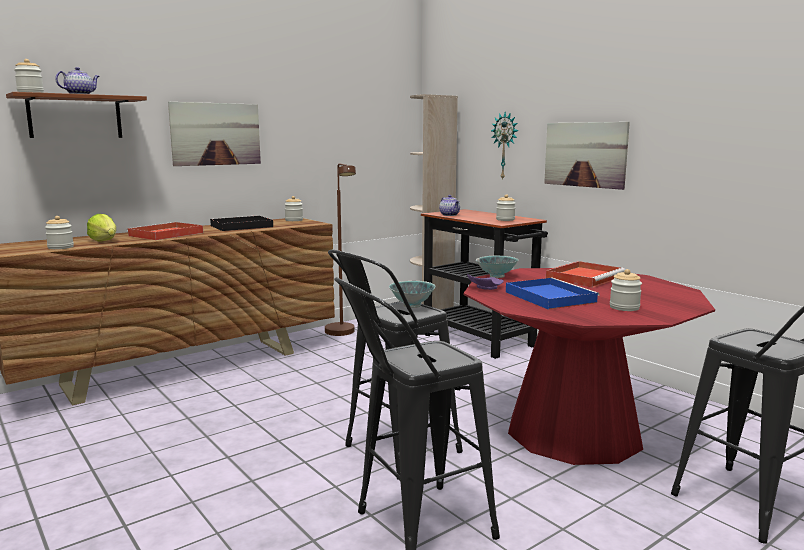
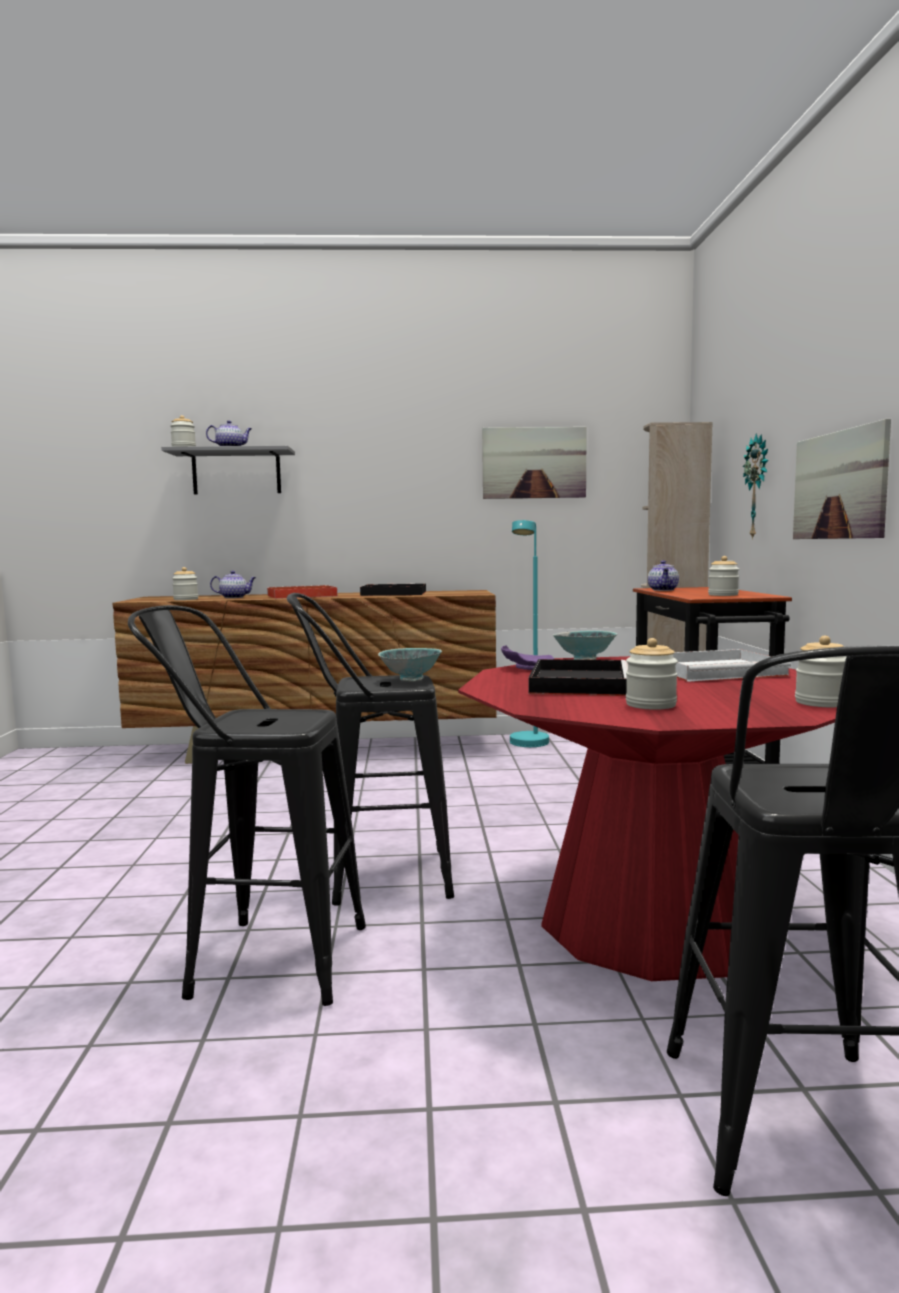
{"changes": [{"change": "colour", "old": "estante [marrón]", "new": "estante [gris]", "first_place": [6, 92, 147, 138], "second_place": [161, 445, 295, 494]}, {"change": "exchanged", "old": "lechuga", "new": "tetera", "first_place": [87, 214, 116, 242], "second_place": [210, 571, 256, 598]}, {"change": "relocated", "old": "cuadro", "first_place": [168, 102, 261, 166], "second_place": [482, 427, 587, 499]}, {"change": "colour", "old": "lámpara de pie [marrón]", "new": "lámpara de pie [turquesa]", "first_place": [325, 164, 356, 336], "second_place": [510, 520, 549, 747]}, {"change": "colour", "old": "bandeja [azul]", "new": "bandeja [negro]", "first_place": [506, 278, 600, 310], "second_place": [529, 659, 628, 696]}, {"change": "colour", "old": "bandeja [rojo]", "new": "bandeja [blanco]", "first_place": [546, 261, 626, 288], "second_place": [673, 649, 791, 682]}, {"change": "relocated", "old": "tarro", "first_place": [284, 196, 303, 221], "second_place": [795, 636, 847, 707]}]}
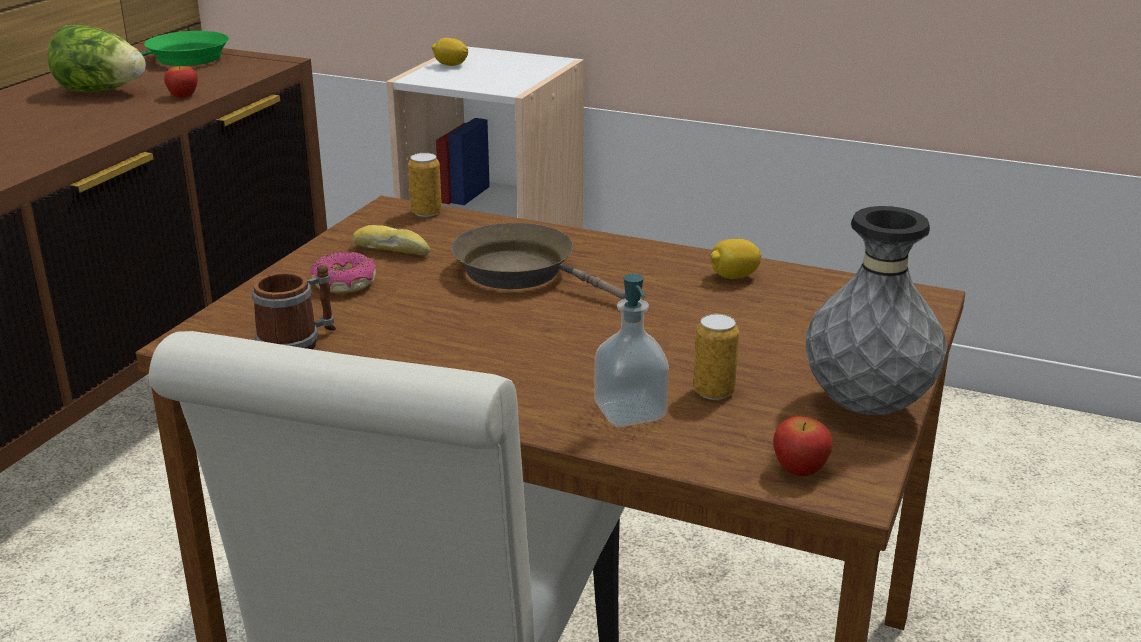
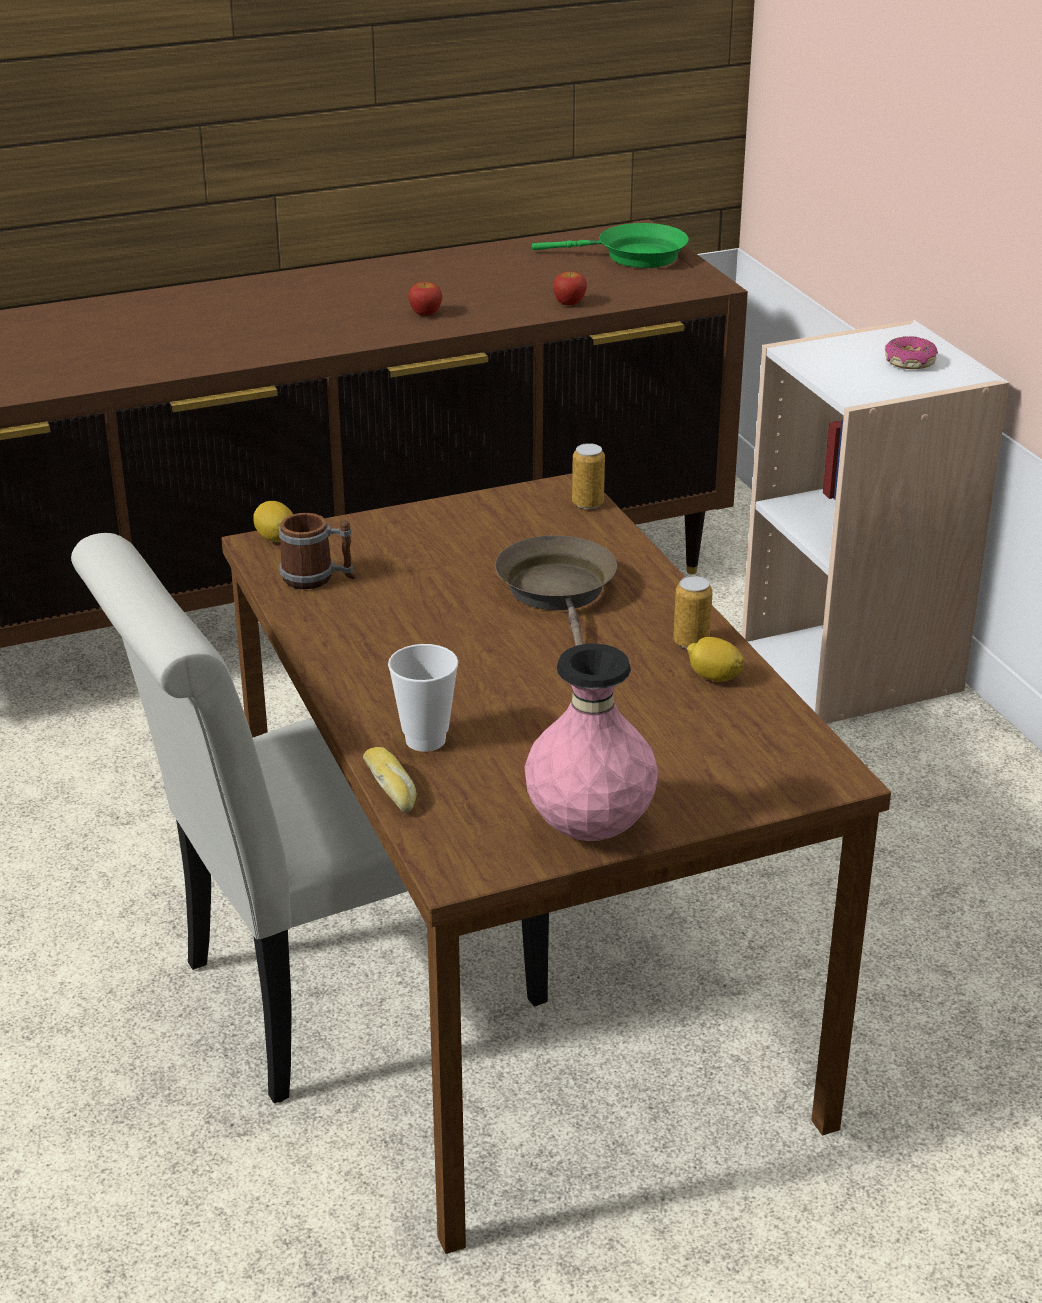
{"changes": [{"change": "relocated", "old": "limón", "first_place": [431, 38, 468, 66], "second_place": [253, 501, 293, 542]}, {"change": "relocated", "old": "pan", "first_place": [353, 225, 430, 256], "second_place": [363, 747, 416, 814]}, {"change": "exchanged", "old": "dispensador de jabón", "new": "taza", "first_place": [594, 274, 669, 427], "second_place": [388, 644, 458, 752]}, {"change": "relocated", "old": "manzana", "first_place": [773, 416, 833, 477], "second_place": [408, 282, 442, 316]}, {"change": "colour", "old": "florero [gris]", "new": "florero [rosa]", "first_place": [806, 206, 947, 415], "second_place": [525, 643, 658, 841]}, {"change": "relocated", "old": "lata", "first_place": [693, 314, 739, 400], "second_place": [673, 576, 713, 649]}, {"change": "relocated", "old": "rosquilla", "first_place": [309, 252, 376, 293], "second_place": [885, 336, 938, 369]}, {"change": "missing", "old": "lechuga", "first_place": [47, 25, 146, 92]}]}
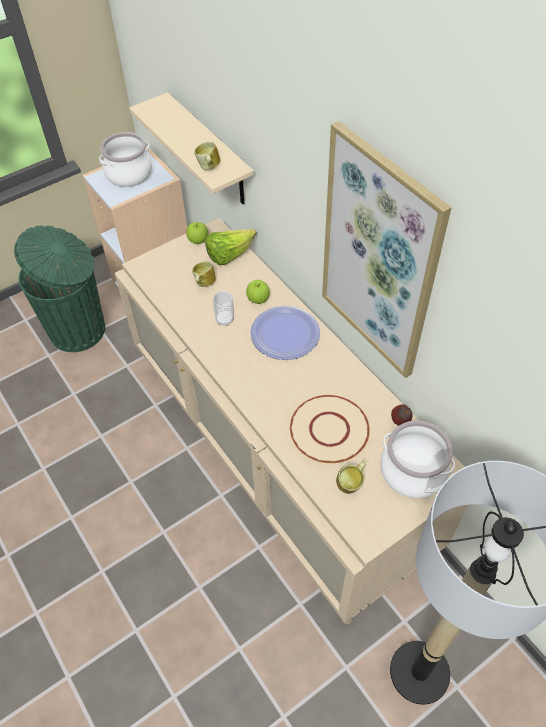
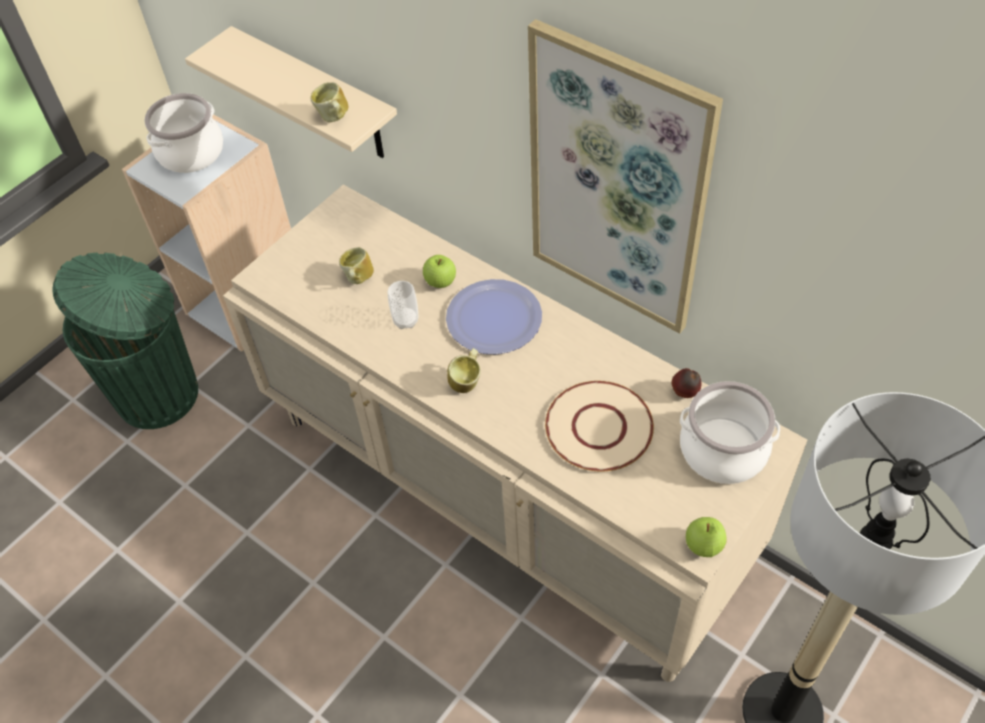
{"changes": [{"change": "relocated", "old": "taza grande", "first_place": [336, 461, 366, 494], "second_place": [447, 348, 481, 393]}, {"change": "relocated", "old": "manzana", "first_place": [186, 222, 208, 244], "second_place": [686, 517, 727, 557]}, {"change": "missing", "old": "lechuga", "first_place": [206, 229, 256, 266]}]}
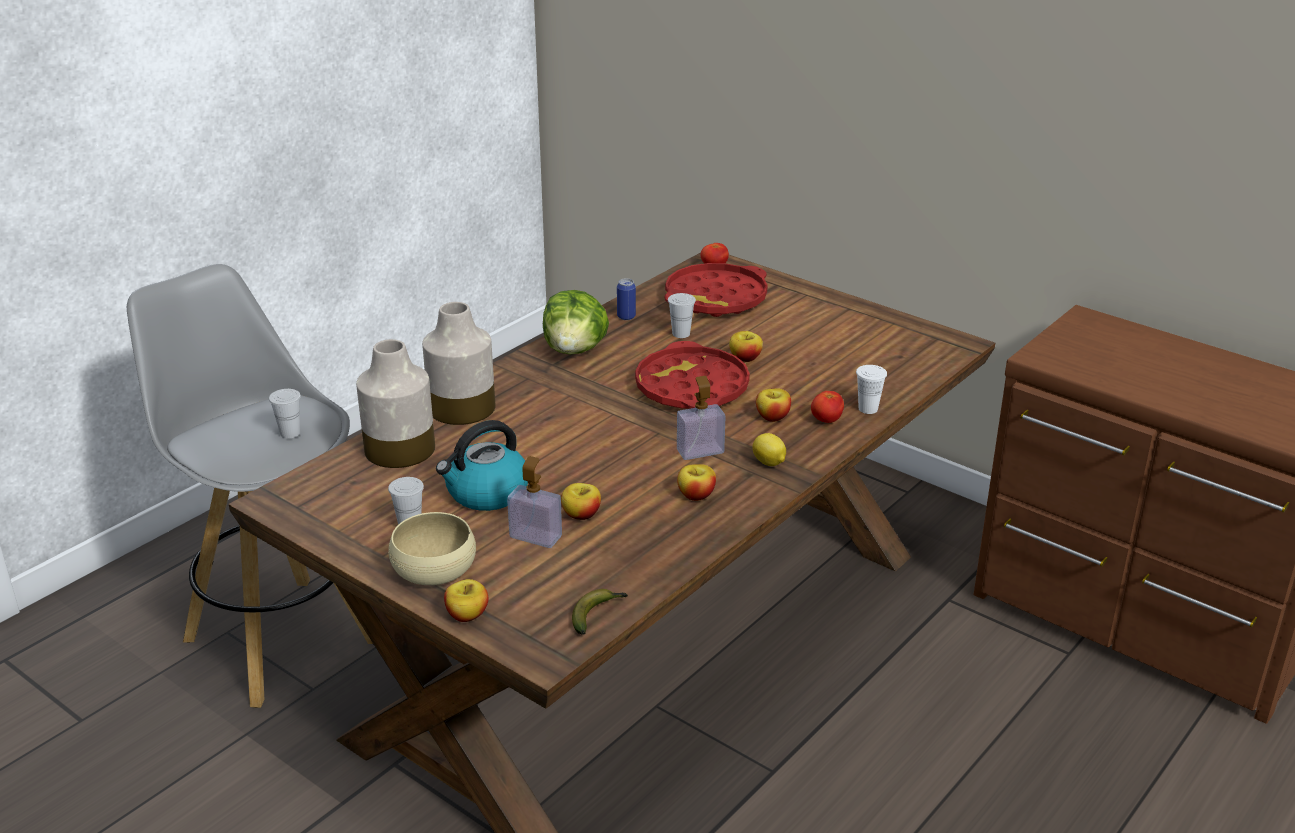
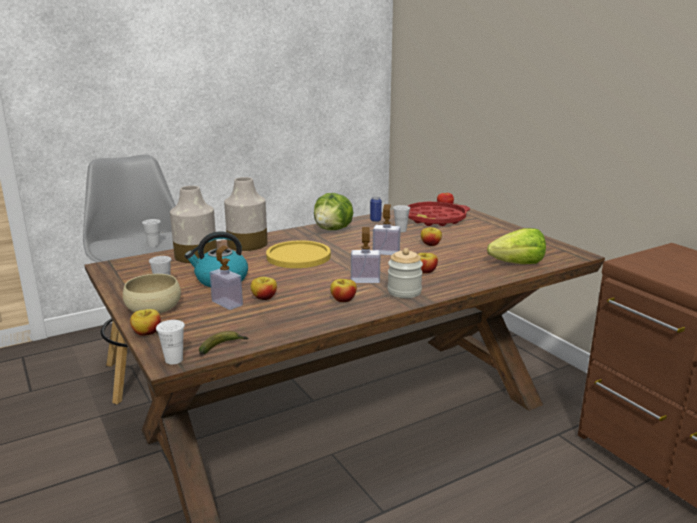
{"changes": [{"change": "relocated", "old": "taza [blanco]", "first_place": [856, 365, 887, 414], "second_place": [156, 320, 185, 364]}, {"change": "appeared", "new": "plato [amarillo]", "second_place": [266, 240, 331, 268]}, {"change": "exchanged", "old": "bandeja [rojo]", "new": "dispensador de jabón", "first_place": [635, 341, 750, 409], "second_place": [373, 204, 401, 255]}, {"change": "exchanged", "old": "limón", "new": "tarro", "first_place": [753, 433, 786, 466], "second_place": [388, 248, 423, 298]}, {"change": "appeared", "new": "lechuga", "second_place": [487, 228, 546, 264]}, {"change": "missing", "old": "tomate", "first_place": [811, 391, 844, 423]}]}
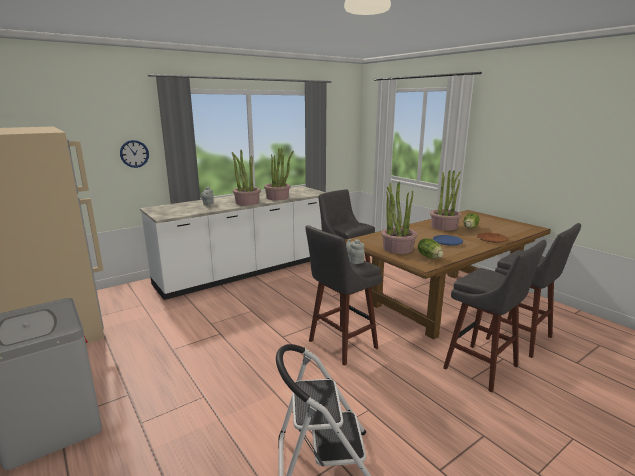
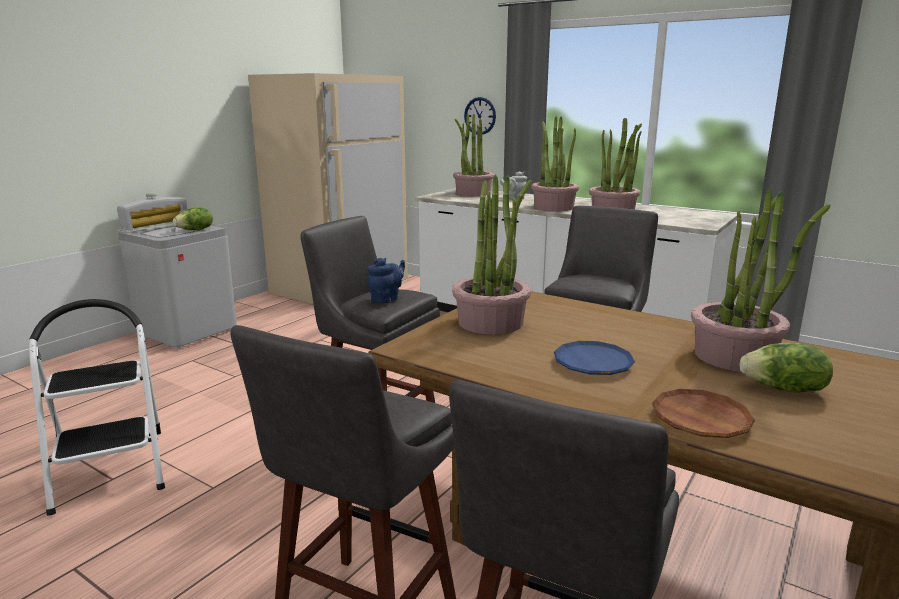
{"changes": [{"change": "relocated", "old": "lechuga", "first_place": [418, 239, 443, 258], "second_place": [173, 207, 213, 230]}, {"change": "colour", "old": "tetera [gris]", "new": "tetera [azul]", "first_place": [346, 239, 365, 264], "second_place": [368, 258, 405, 304]}, {"change": "appeared", "new": "planta en maceta", "second_place": [453, 114, 494, 196]}]}
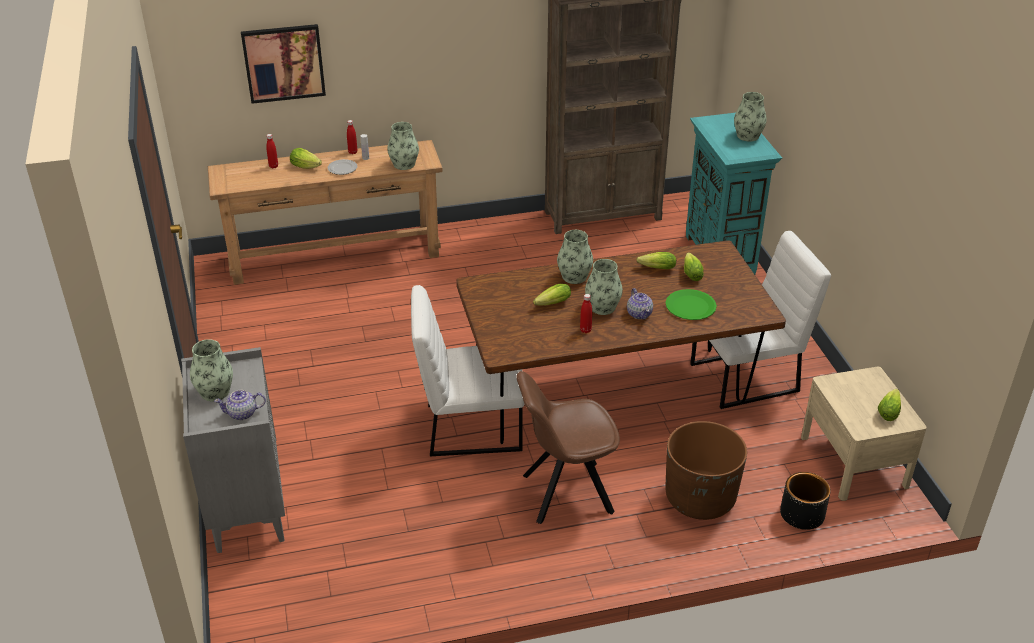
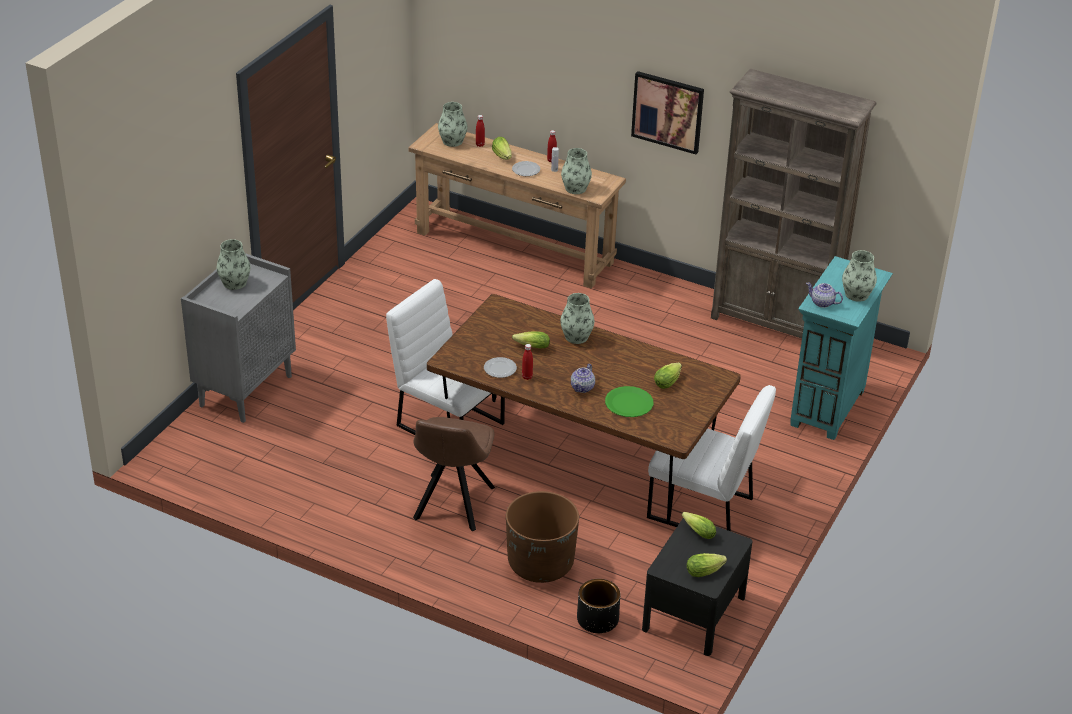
{"changes": [{"change": "spun", "old": "silla [marrón]", "first_place": [517, 371, 620, 524], "second_place": [413, 417, 495, 531], "degrees": -105}, {"change": "relocated", "old": "florero", "first_place": [585, 259, 623, 315], "second_place": [438, 102, 467, 147]}, {"change": "appeared", "new": "plato", "second_place": [484, 357, 517, 378]}, {"change": "relocated", "old": "cuadro", "first_place": [241, 24, 326, 104], "second_place": [631, 71, 704, 154]}, {"change": "colour", "old": "mesita de noche [beis]", "new": "mesita de noche [negro]", "first_place": [801, 367, 927, 501], "second_place": [642, 518, 752, 656]}, {"change": "relocated", "old": "lechuga", "first_place": [636, 252, 676, 269], "second_place": [682, 512, 716, 539]}, {"change": "relocated", "old": "tetera", "first_place": [214, 390, 266, 420], "second_place": [806, 282, 843, 308]}]}
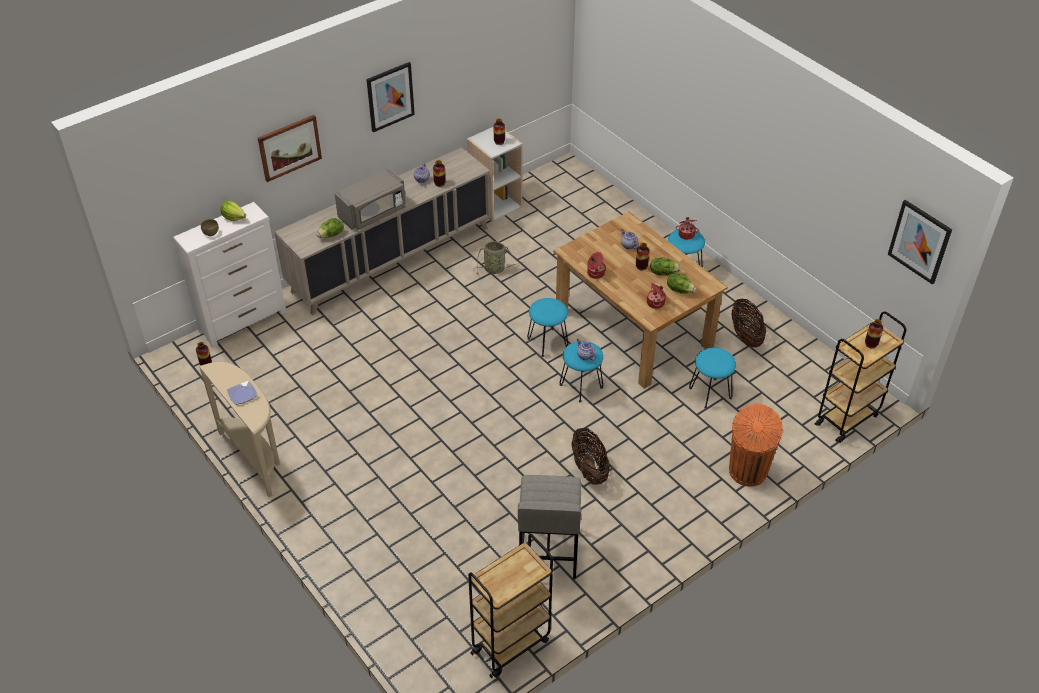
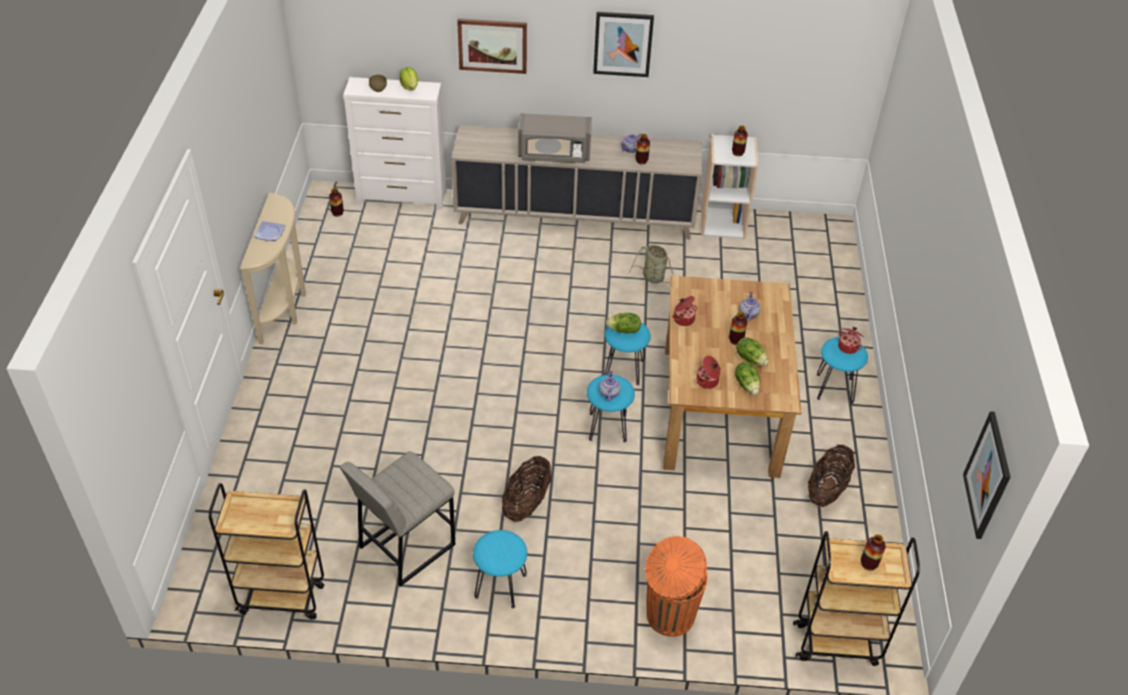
{"changes": [{"change": "relocated", "old": "taburete [turquesa]", "first_place": [689, 348, 736, 409], "second_place": [473, 530, 527, 608]}, {"change": "relocated", "old": "lechuga", "first_place": [317, 218, 344, 238], "second_place": [606, 313, 641, 334]}]}
